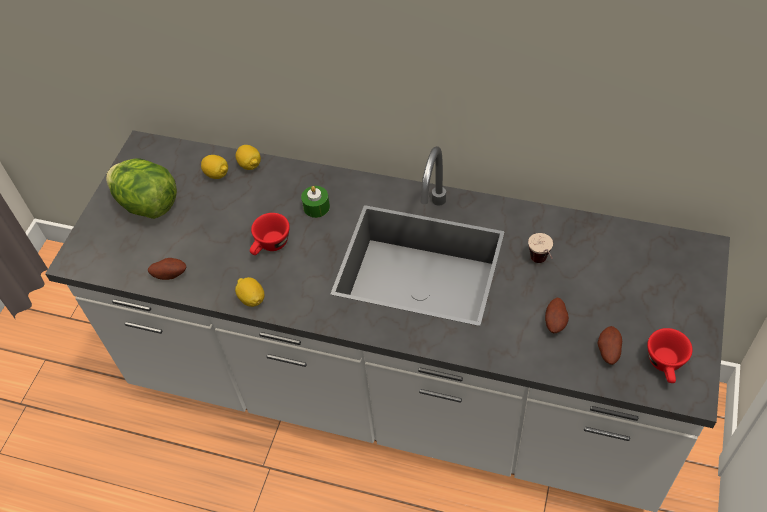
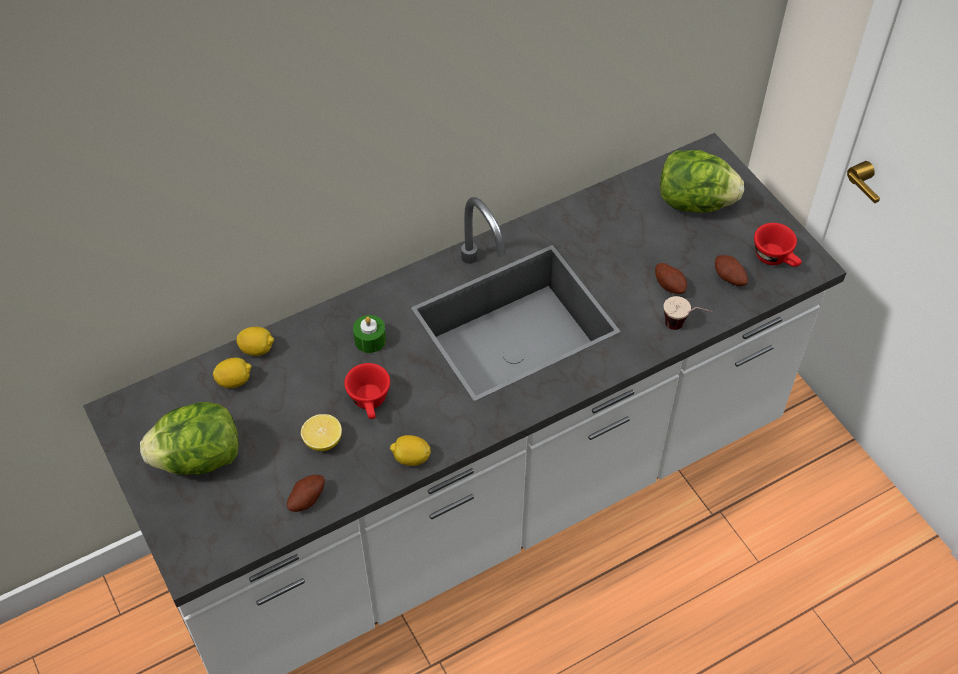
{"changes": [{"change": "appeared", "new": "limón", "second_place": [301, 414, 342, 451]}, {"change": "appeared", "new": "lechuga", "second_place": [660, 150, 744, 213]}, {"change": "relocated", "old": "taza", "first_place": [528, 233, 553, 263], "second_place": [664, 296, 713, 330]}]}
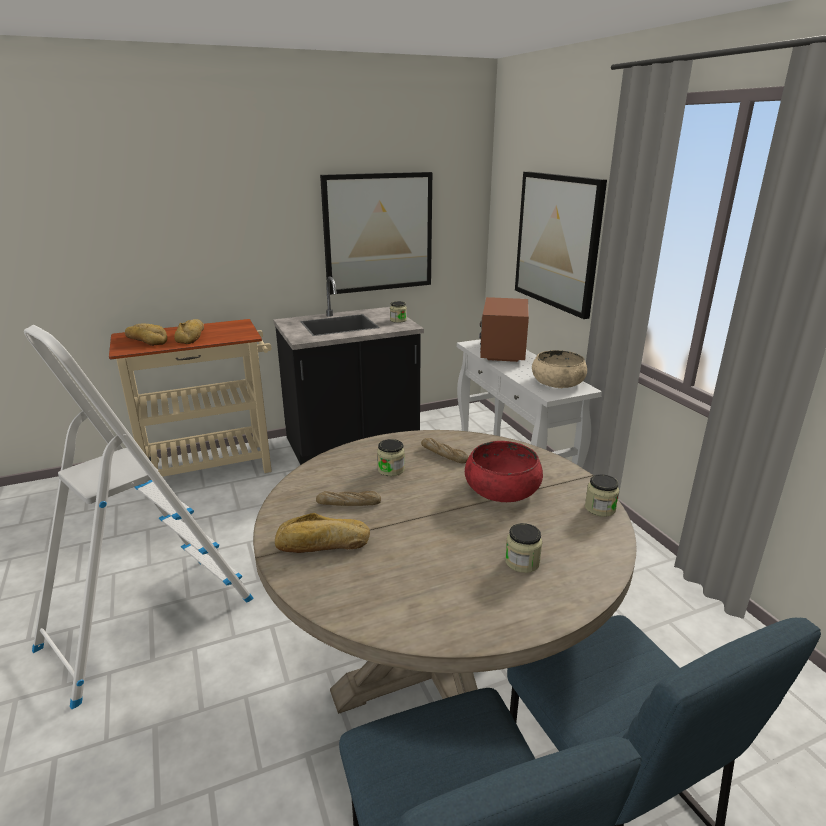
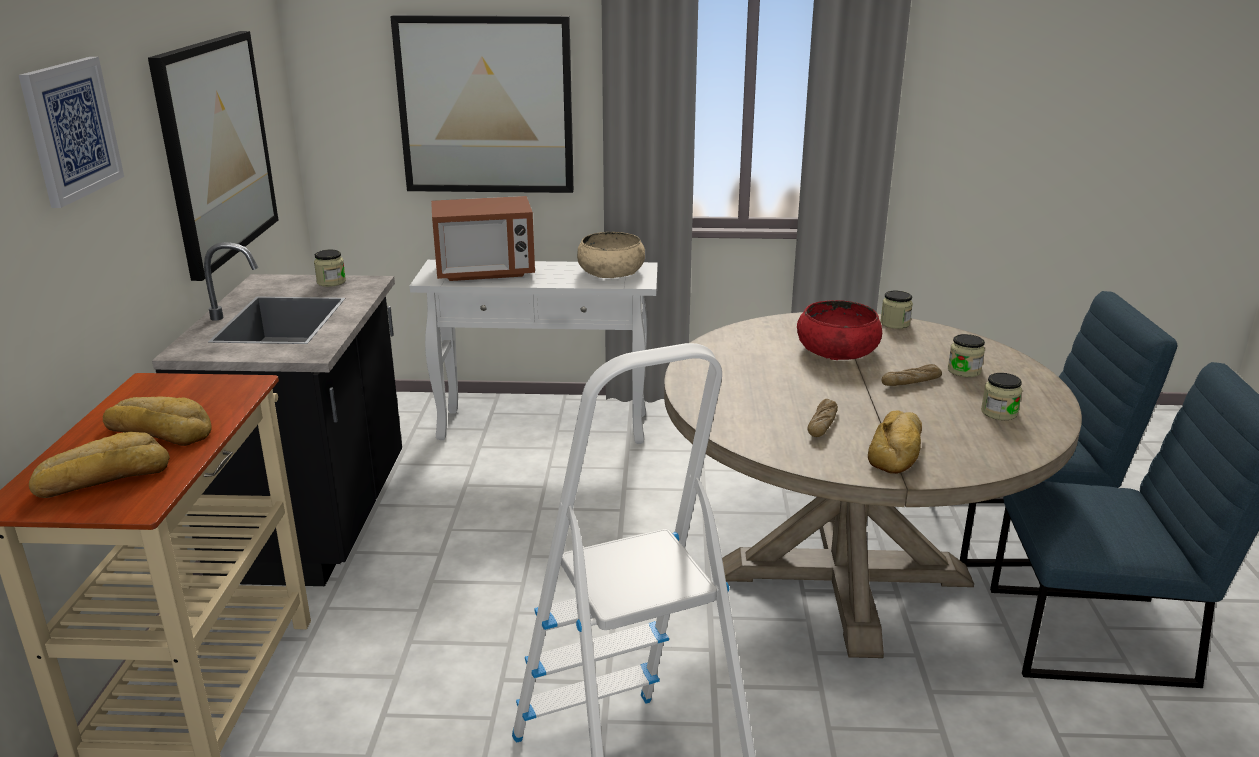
{"changes": [{"change": "appeared", "new": "cuadro", "second_place": [19, 57, 124, 208]}, {"change": "spun", "old": "microondas", "first_place": [479, 297, 529, 362], "second_place": [431, 196, 535, 281], "degrees": -45}, {"change": "relocated", "old": "pan", "first_place": [421, 438, 468, 464], "second_place": [881, 364, 942, 386]}, {"change": "relocated", "old": "tarro", "first_place": [377, 439, 405, 476], "second_place": [981, 373, 1023, 420]}]}
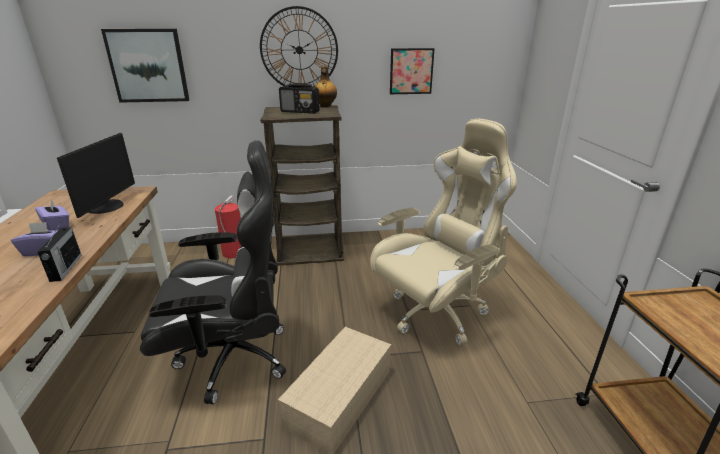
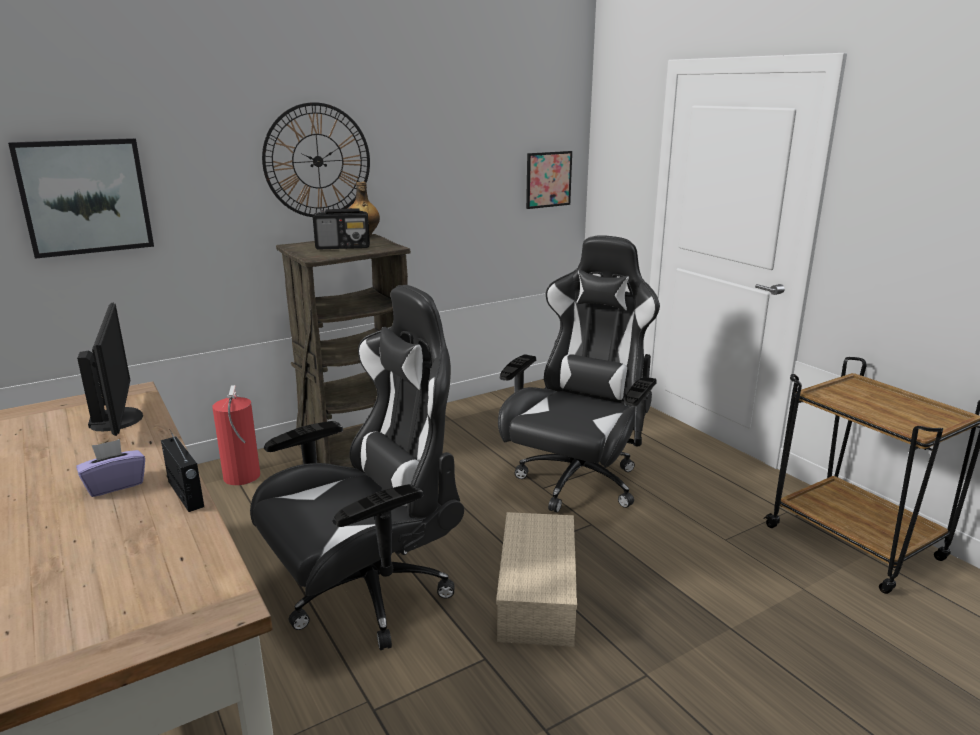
{"changes": [{"change": "colour", "old": "silla de oficina [beis]", "new": "silla de oficina [negro]", "first_place": [370, 119, 517, 345], "second_place": [498, 235, 660, 513]}, {"change": "relocated", "old": "cuadro", "first_place": [390, 48, 435, 94], "second_place": [526, 151, 572, 209]}, {"change": "missing", "old": "caja de pañuelos [morado]", "first_place": [35, 199, 69, 231]}]}
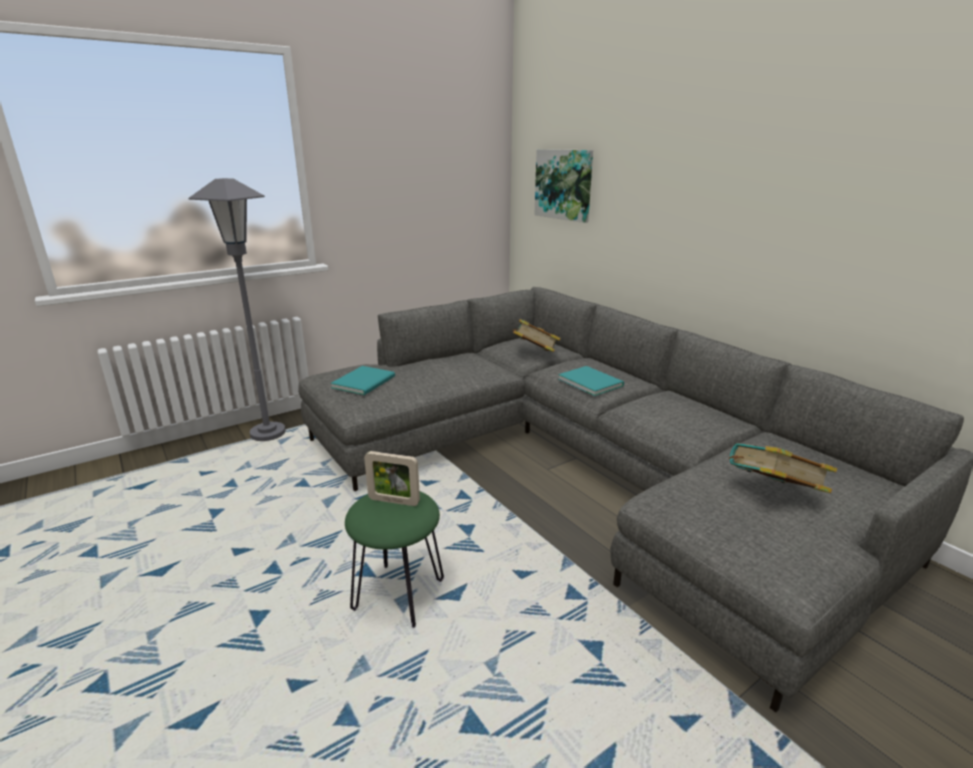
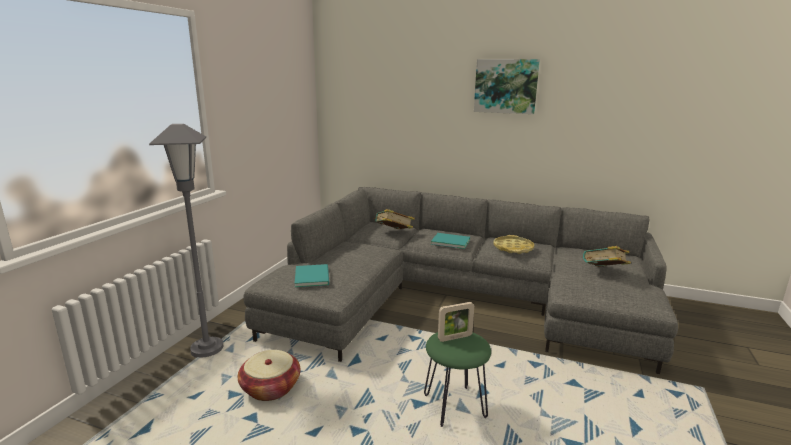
{"changes": [{"change": "appeared", "new": "cesta", "second_place": [238, 350, 300, 401]}, {"change": "relocated", "old": "cuadro", "first_place": [534, 149, 593, 223], "second_place": [474, 59, 540, 114]}, {"change": "appeared", "new": "bandeja [amarillo]", "second_place": [494, 235, 534, 254]}]}
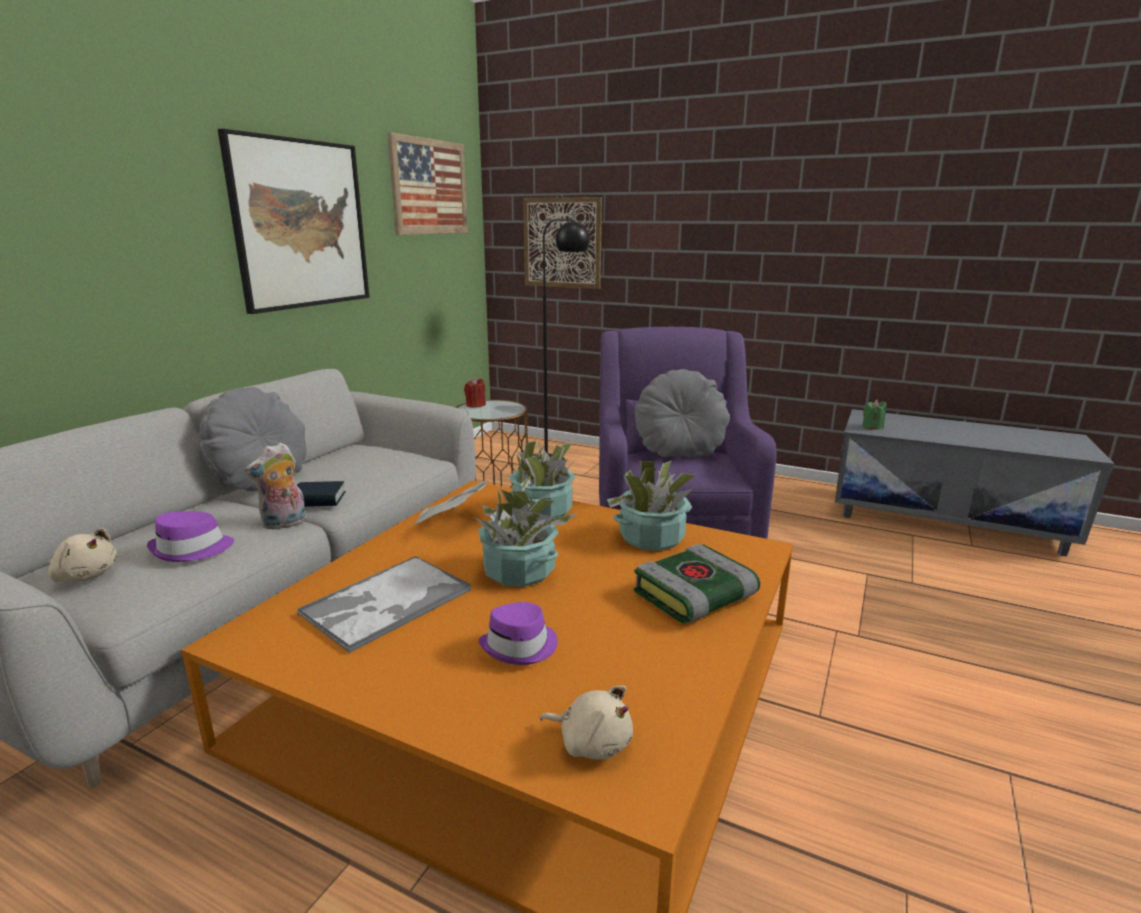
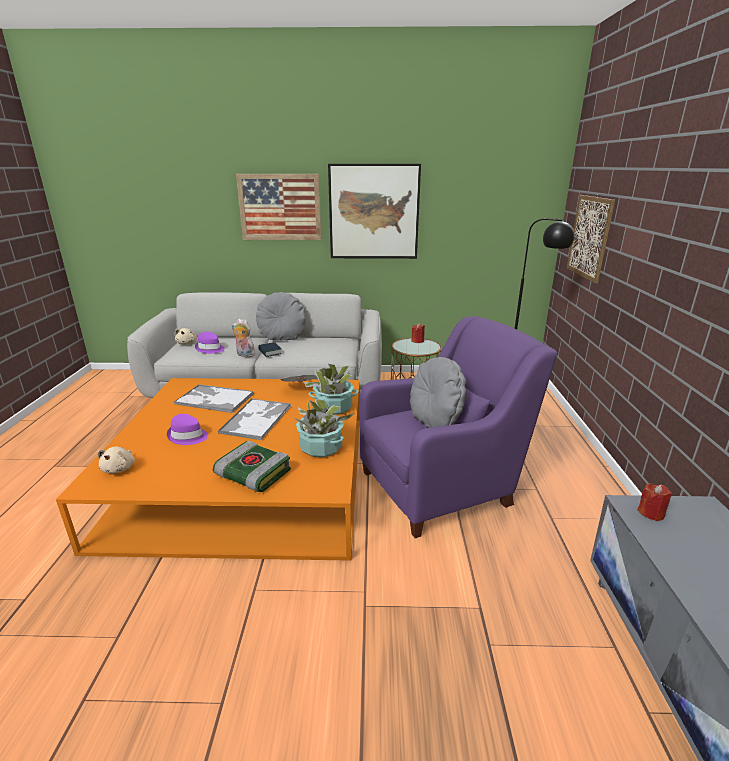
{"changes": [{"change": "exchanged", "old": "planta en maceta", "new": "bandeja", "first_place": [474, 484, 577, 587], "second_place": [218, 399, 291, 440]}, {"change": "relocated", "old": "cuadro", "first_place": [387, 132, 468, 235], "second_place": [236, 174, 321, 240]}, {"change": "colour", "old": "vela [verde]", "new": "vela [rojo]", "first_place": [862, 400, 887, 430], "second_place": [637, 483, 672, 521]}]}
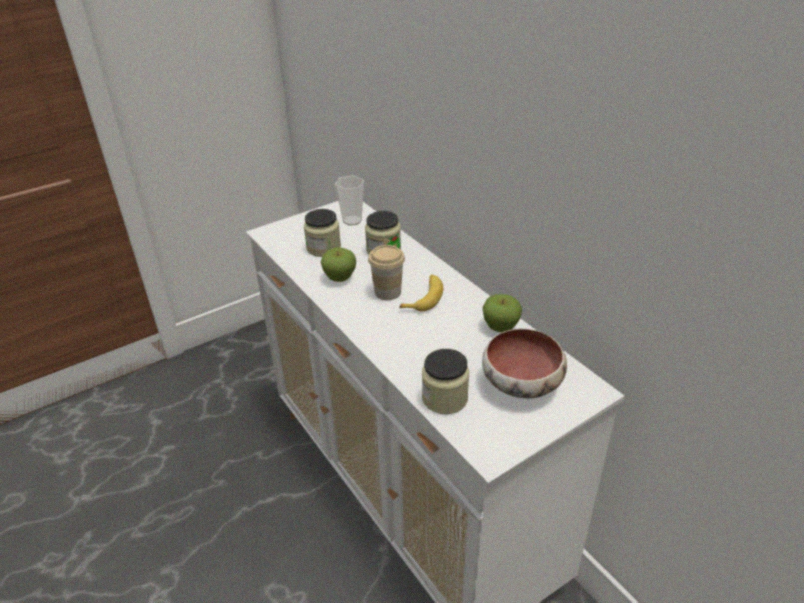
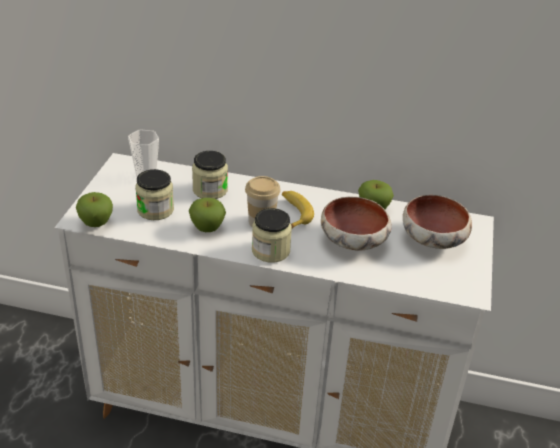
{"changes": [{"change": "appeared", "new": "manzana", "second_place": [76, 192, 113, 227]}, {"change": "relocated", "old": "tarro", "first_place": [422, 349, 469, 414], "second_place": [252, 208, 292, 263]}, {"change": "appeared", "new": "cuenco", "second_place": [321, 197, 392, 251]}]}
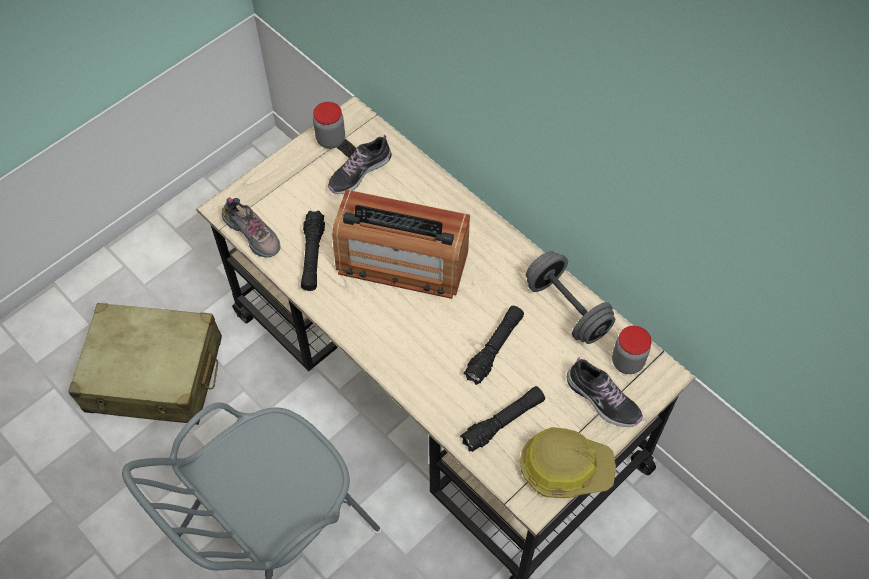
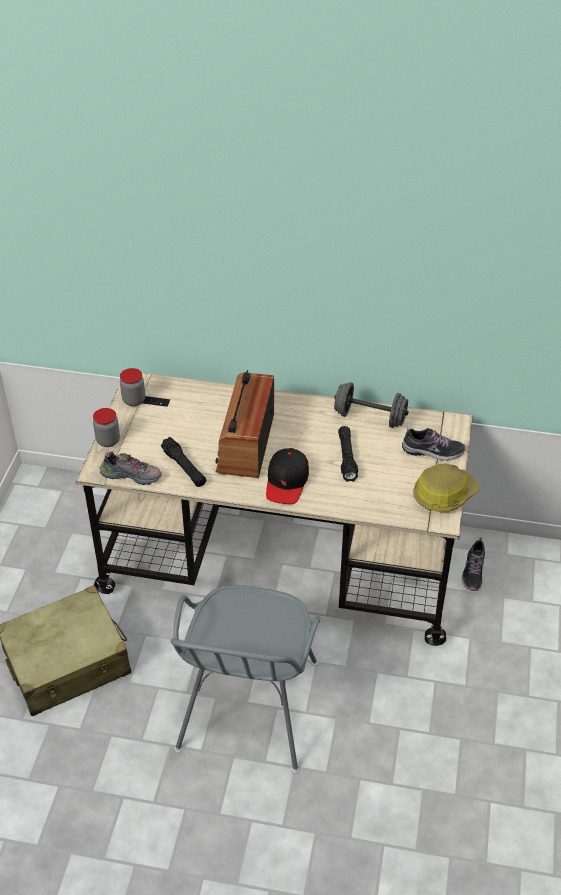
{"changes": [{"change": "relocated", "old": "tarro", "first_place": [612, 326, 651, 374], "second_place": [93, 408, 120, 447]}, {"change": "spun", "old": "radio", "first_place": [332, 190, 470, 299], "second_place": [215, 370, 274, 478], "degrees": 120}, {"change": "appeared", "new": "gorra [negro]", "second_place": [266, 448, 309, 504]}, {"change": "relocated", "old": "zapato", "first_place": [328, 134, 391, 194], "second_place": [461, 537, 485, 591]}, {"change": "missing", "old": "linterna [negro]", "first_place": [460, 386, 545, 452]}]}
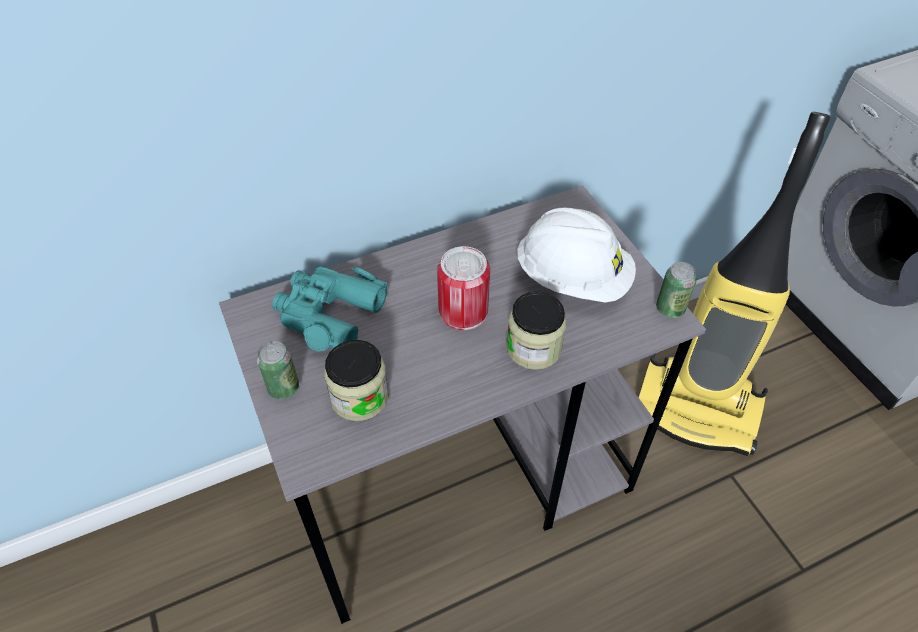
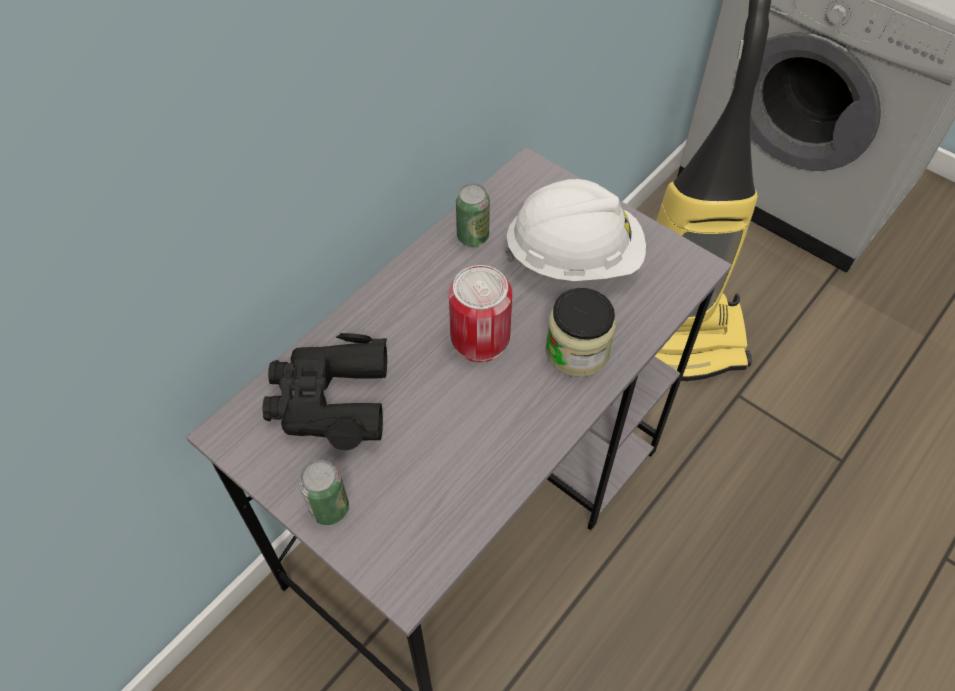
{"changes": [{"change": "colour", "old": "prismáticos [turquesa]", "new": "prismáticos [negro]", "first_place": [272, 267, 388, 352], "second_place": [263, 333, 387, 450]}, {"change": "relocated", "old": "lata", "first_place": [656, 262, 697, 318], "second_place": [456, 183, 490, 246]}, {"change": "missing", "old": "tarro", "first_place": [324, 340, 389, 421]}]}
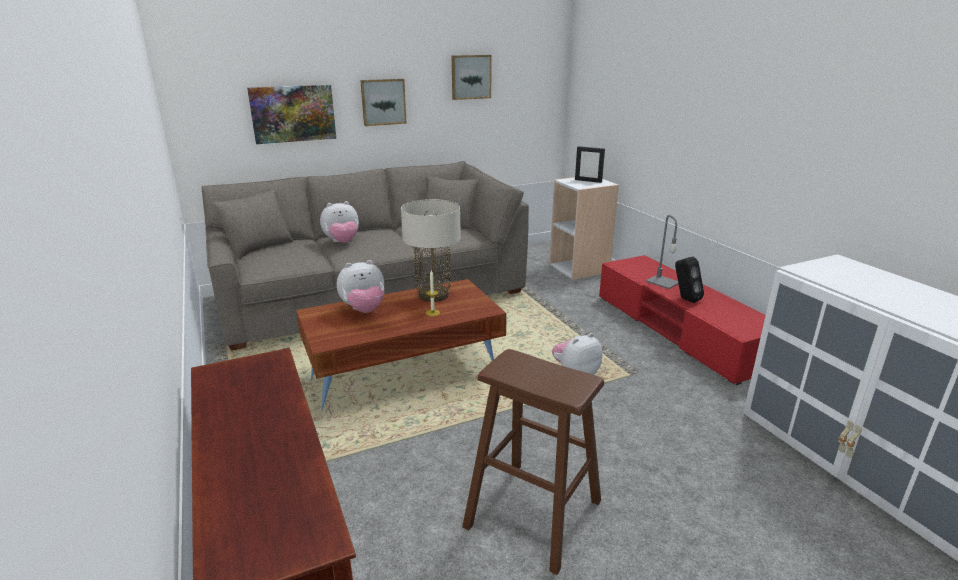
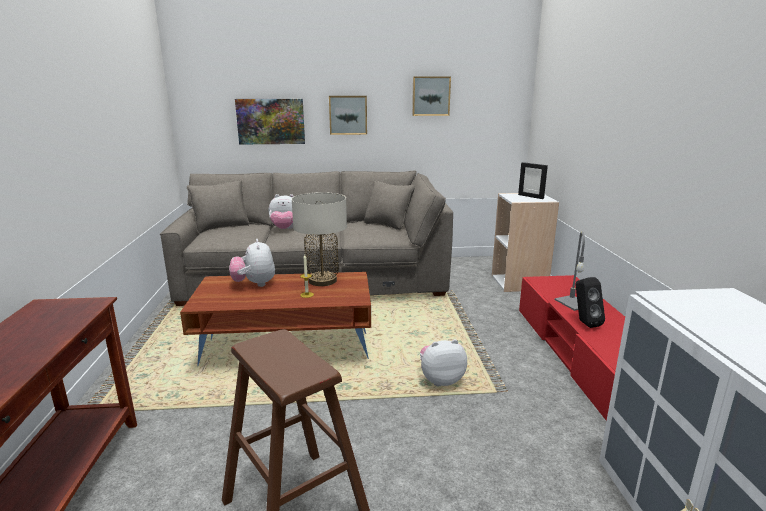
{"changes": [{"change": "spun", "old": "peluche", "first_place": [337, 260, 384, 313], "second_place": [229, 239, 275, 287], "degrees": 75}]}
